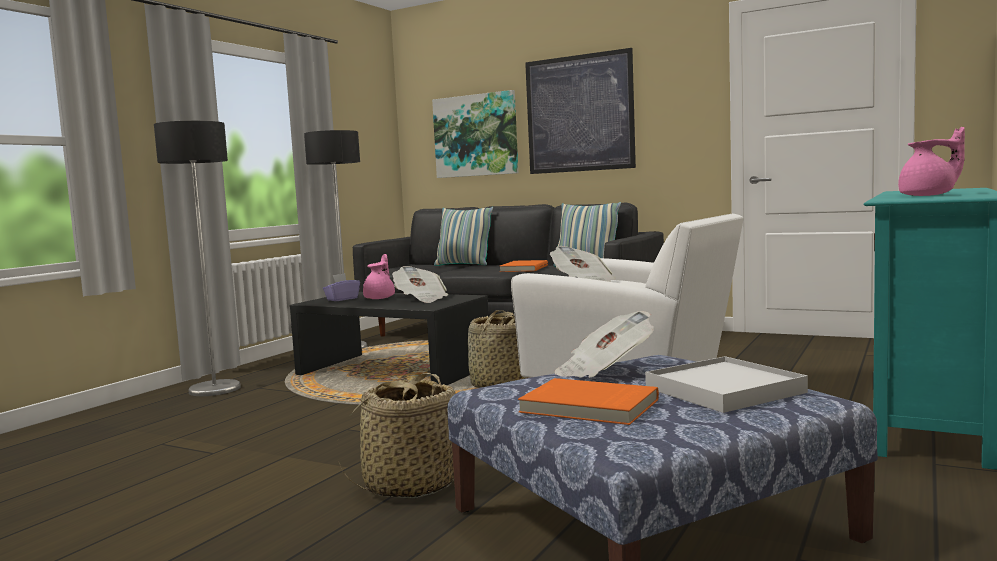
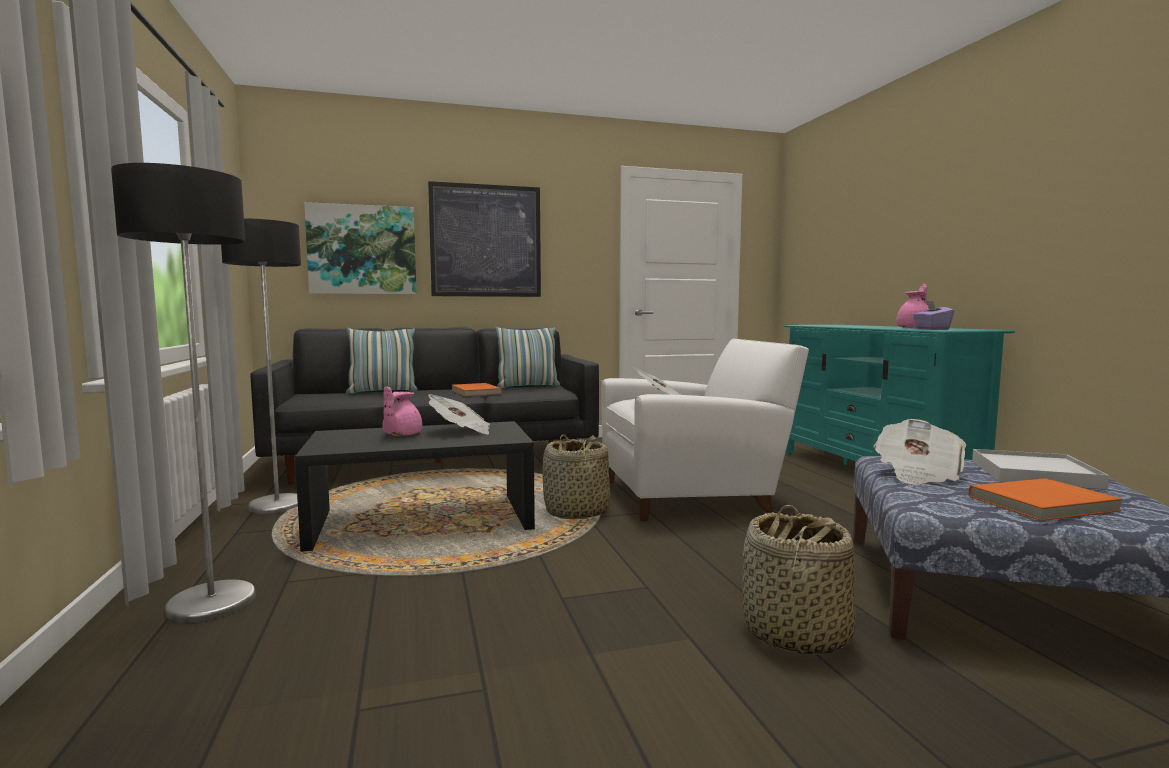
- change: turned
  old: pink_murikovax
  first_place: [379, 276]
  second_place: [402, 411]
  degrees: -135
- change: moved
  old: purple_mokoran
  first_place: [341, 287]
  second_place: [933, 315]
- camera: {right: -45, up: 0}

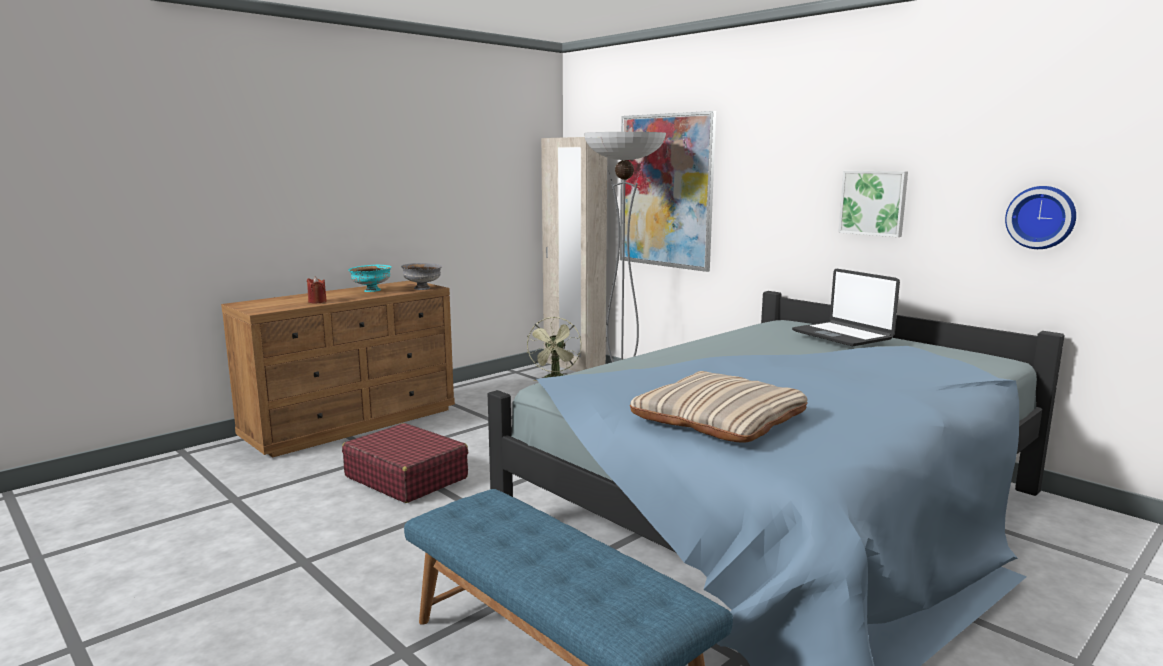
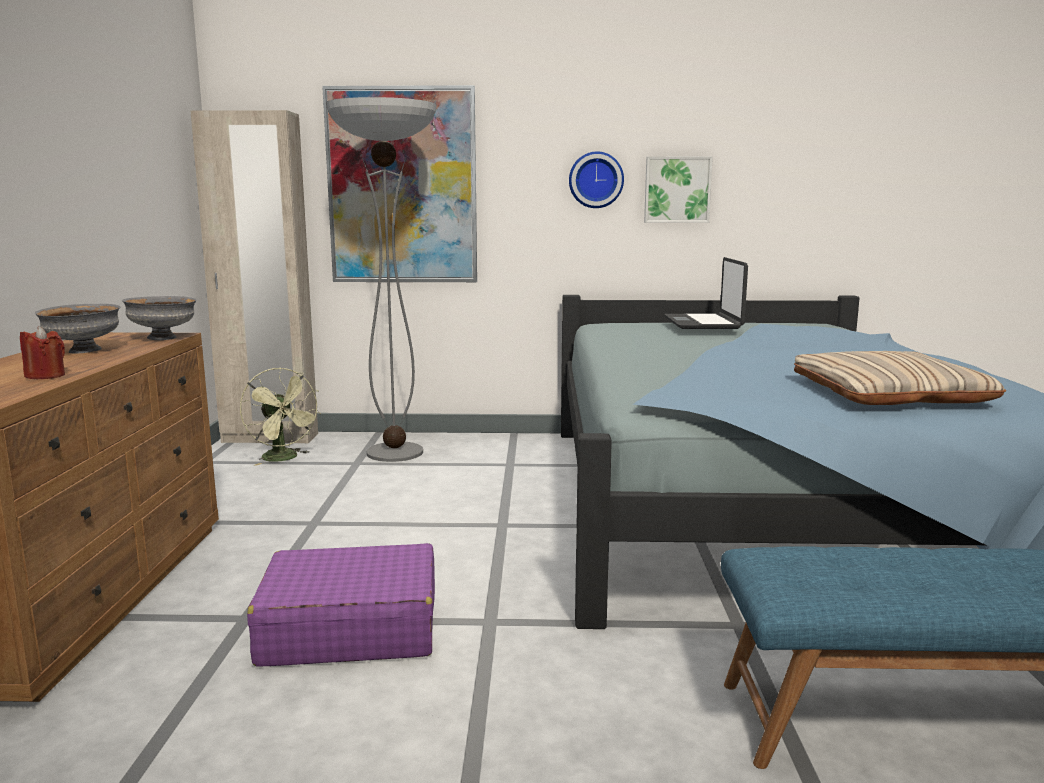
- change: recoloured
  old: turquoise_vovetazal
  new: grey_vovetazal
  first_place: [369, 278]
  second_place: [78, 329]
- change: recoloured
  old: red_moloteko
  new: purple_moloteko
  first_place: [405, 463]
  second_place: [341, 605]
- change: moved
  old: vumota
  first_place: [1040, 217]
  second_place: [596, 179]
- change: turned
  old: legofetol
  first_place: [846, 308]
  second_place: [706, 293]
  degrees: 75
- camera: {right: -45, up: 0}

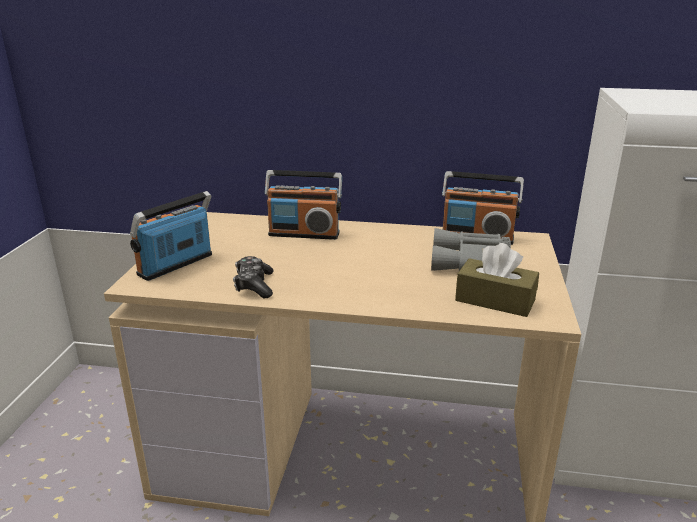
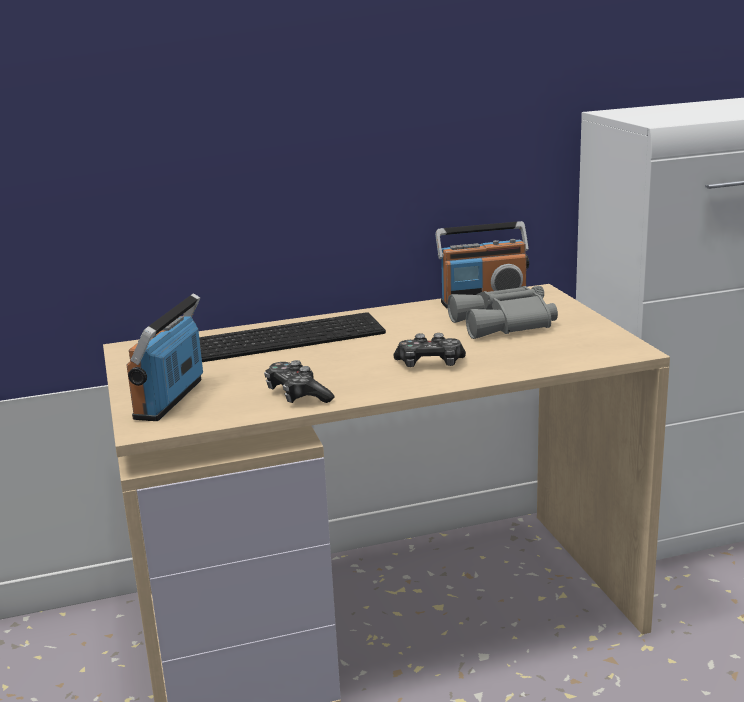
- change: replaced
  old: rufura
  new: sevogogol
  first_place: [303, 205]
  second_place: [292, 337]
- change: added
  new: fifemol
  second_place: [429, 350]
- change: removed
  old: brown_mokoran
  first_place: [497, 280]
- camera: {right: -25, up: -5}

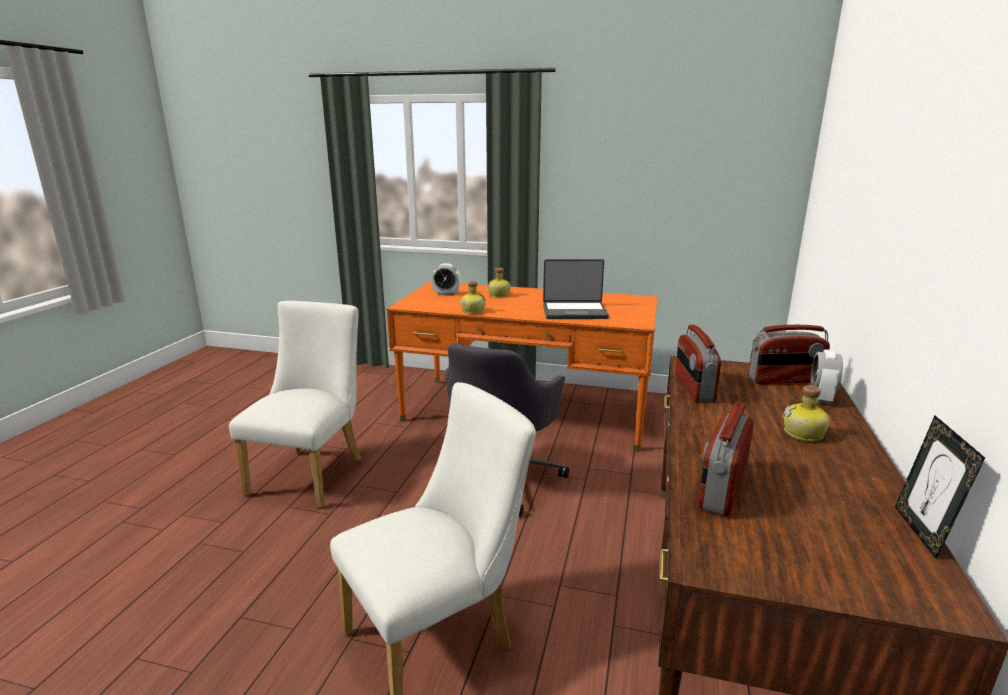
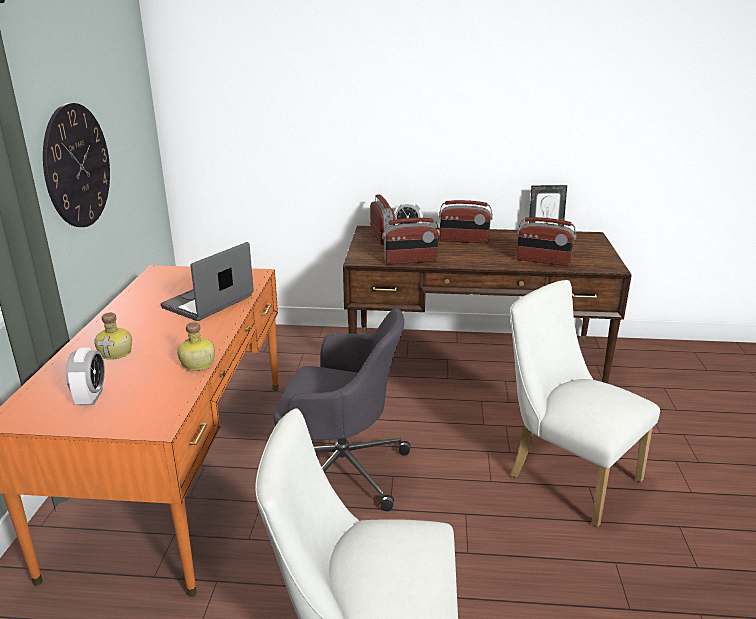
- change: added
  new: vumota
  second_place: [76, 165]
- change: turned
  old: legofetol
  first_place: [576, 289]
  second_place: [207, 281]
  degrees: -135
- change: replaced
  old: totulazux
  new: rufura
  first_place: [806, 413]
  second_place: [466, 221]
- camera: {right: -100, up: 5}

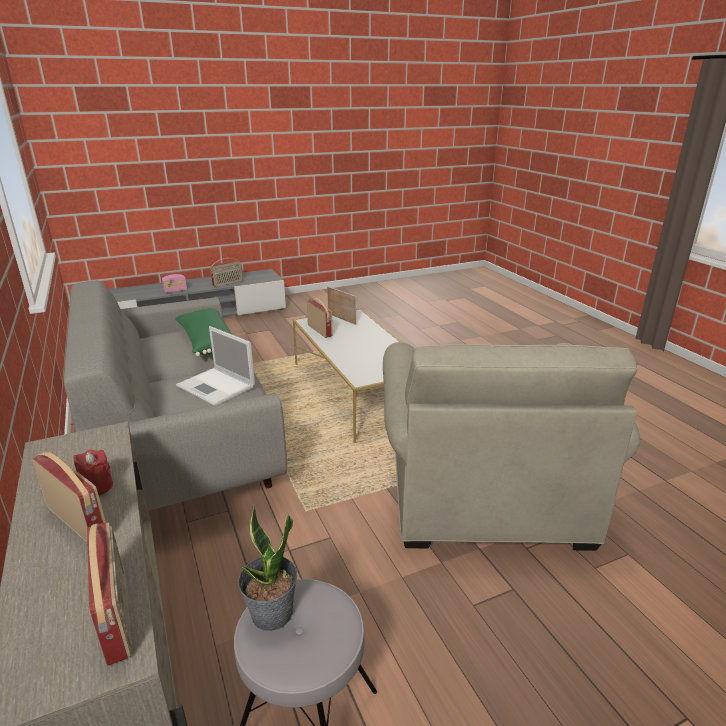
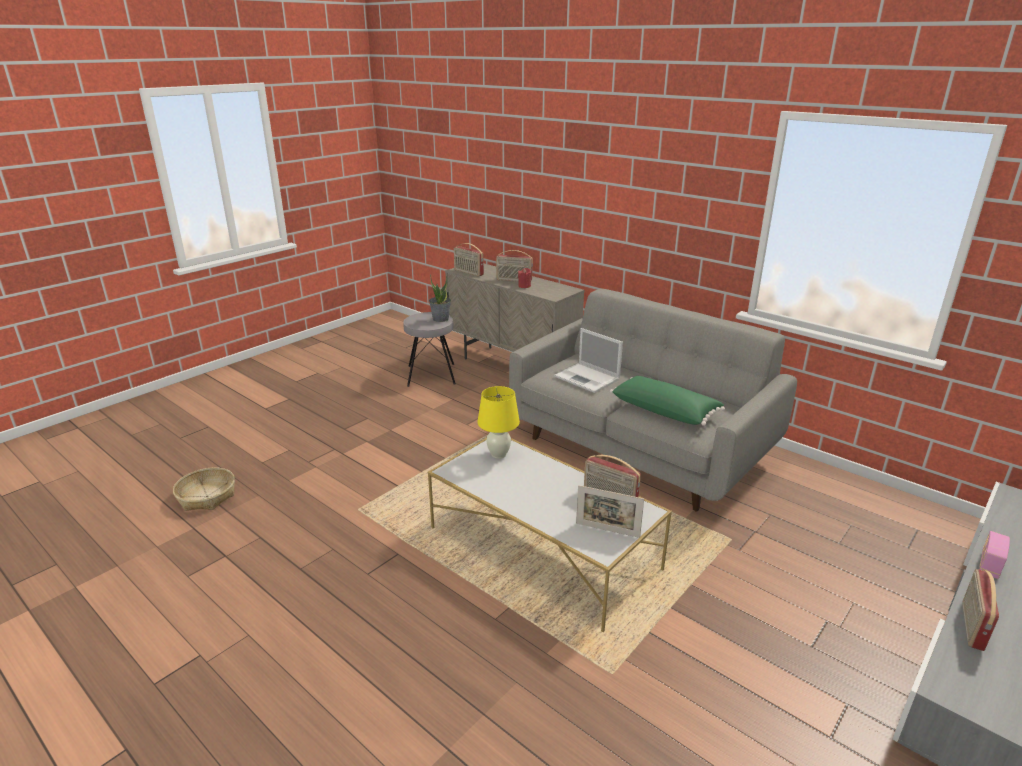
- change: added
  new: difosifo
  second_place: [204, 489]
- change: added
  new: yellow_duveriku
  second_place: [499, 422]
- change: turned
  old: legofetol
  first_place: [215, 365]
  second_place: [588, 360]
  degrees: -150
- change: removed
  old: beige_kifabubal
  first_place: [511, 446]
- camera: {right: 155, up: 0}

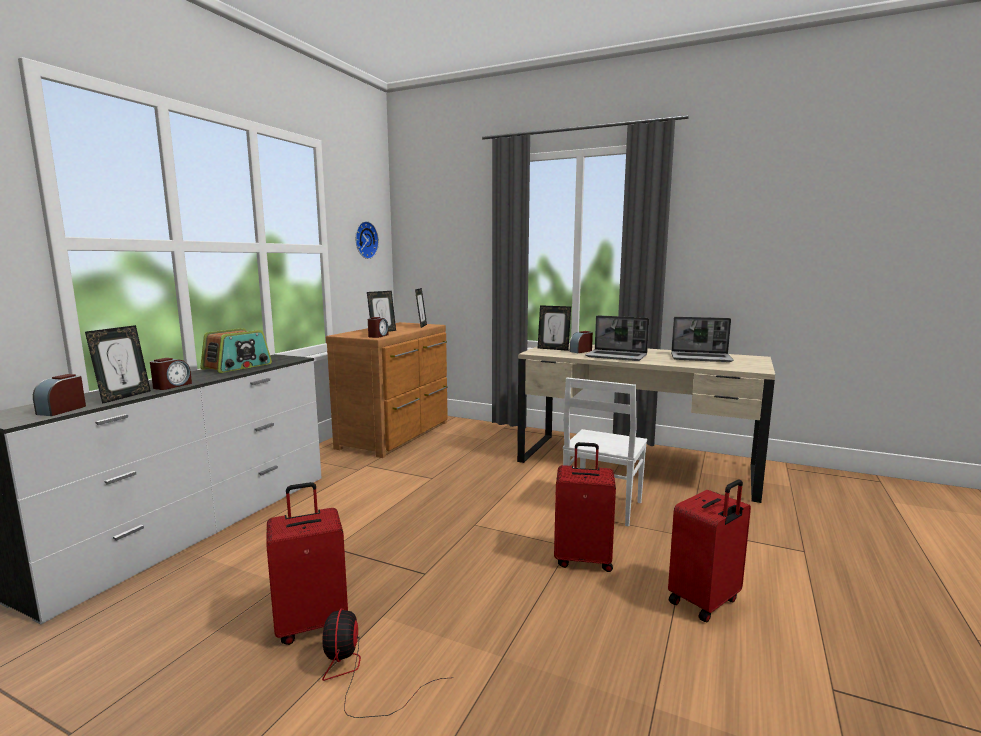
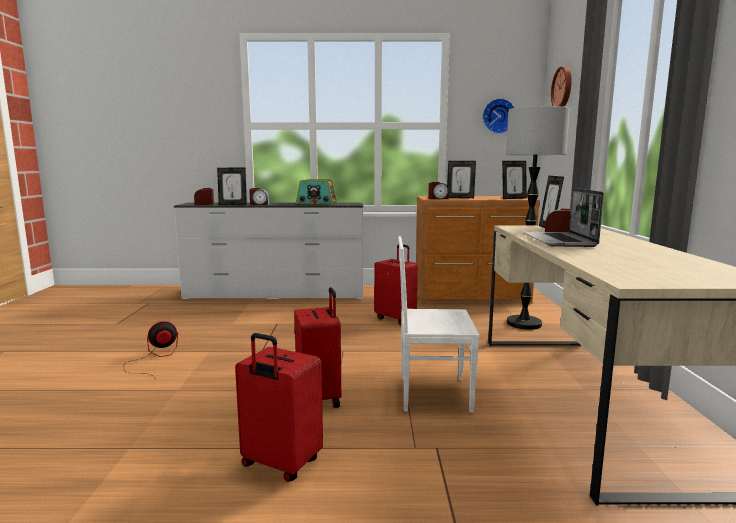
- change: moved
  old: red_moloteko
  first_place: [307, 563]
  second_place: [396, 284]
- change: added
  new: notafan
  second_place: [538, 218]
- change: added
  new: vumota
  second_place: [561, 87]
- change: removed
  old: legofetol
  first_place: [702, 339]
- camera: {right: 65, up: 0}

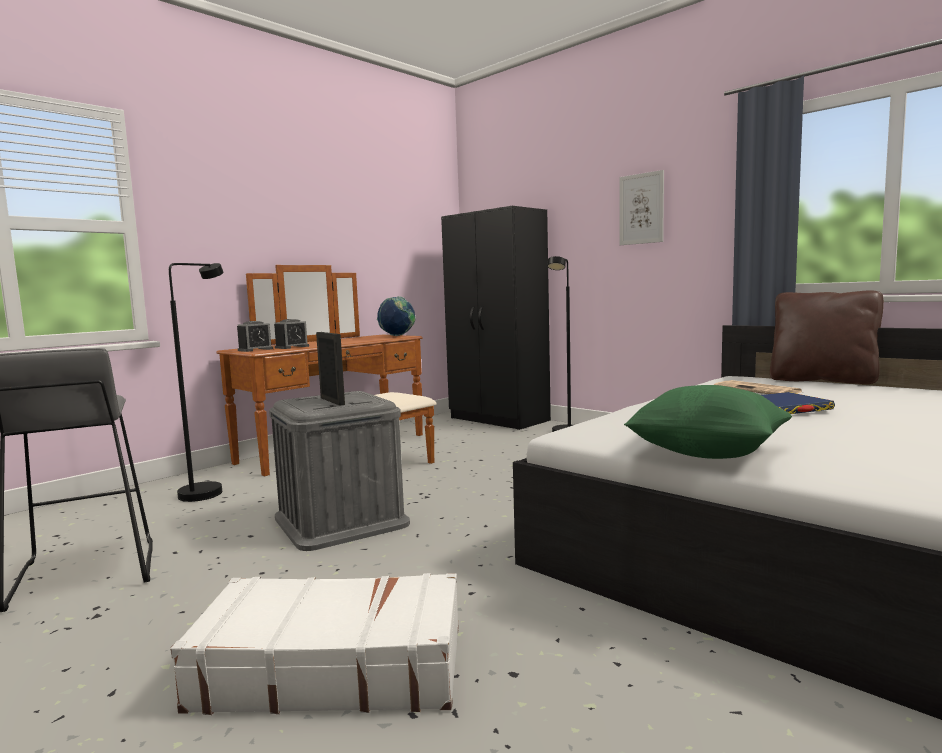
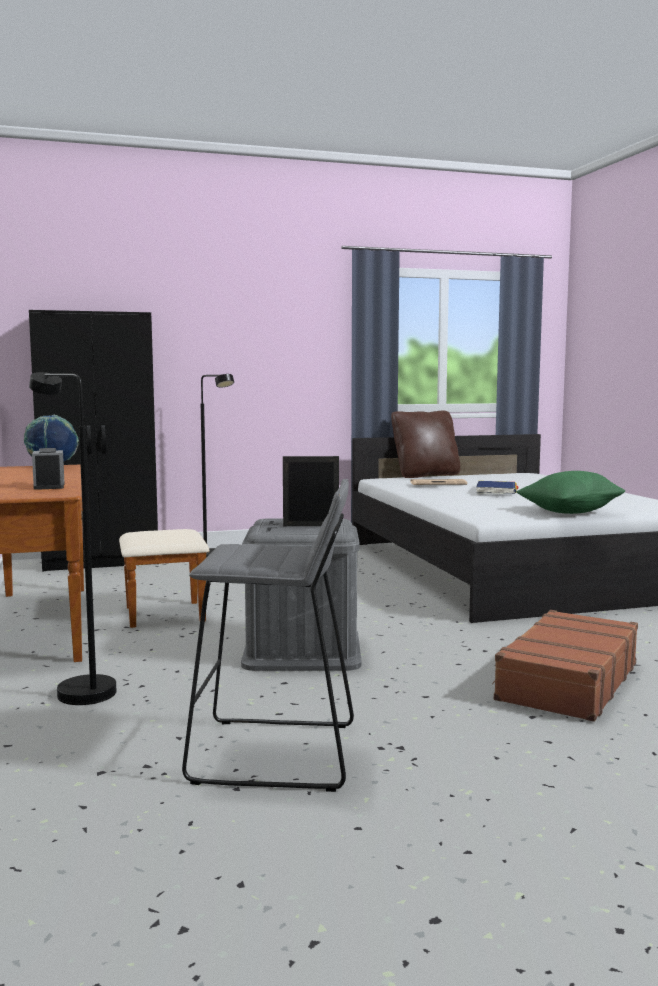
- change: recoloured
  old: white_moloteko
  new: brown_moloteko
  first_place: [315, 644]
  second_place: [565, 666]
- change: removed
  old: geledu
  first_place: [255, 336]
- change: removed
  old: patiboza
  first_place: [641, 207]
- camera: {right: -60, up: 0}

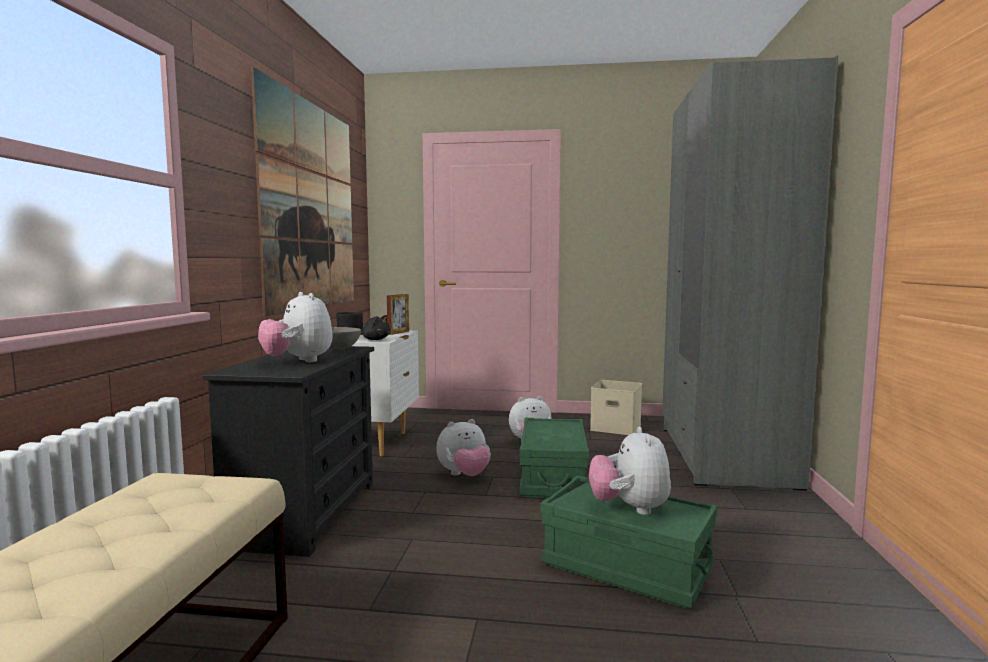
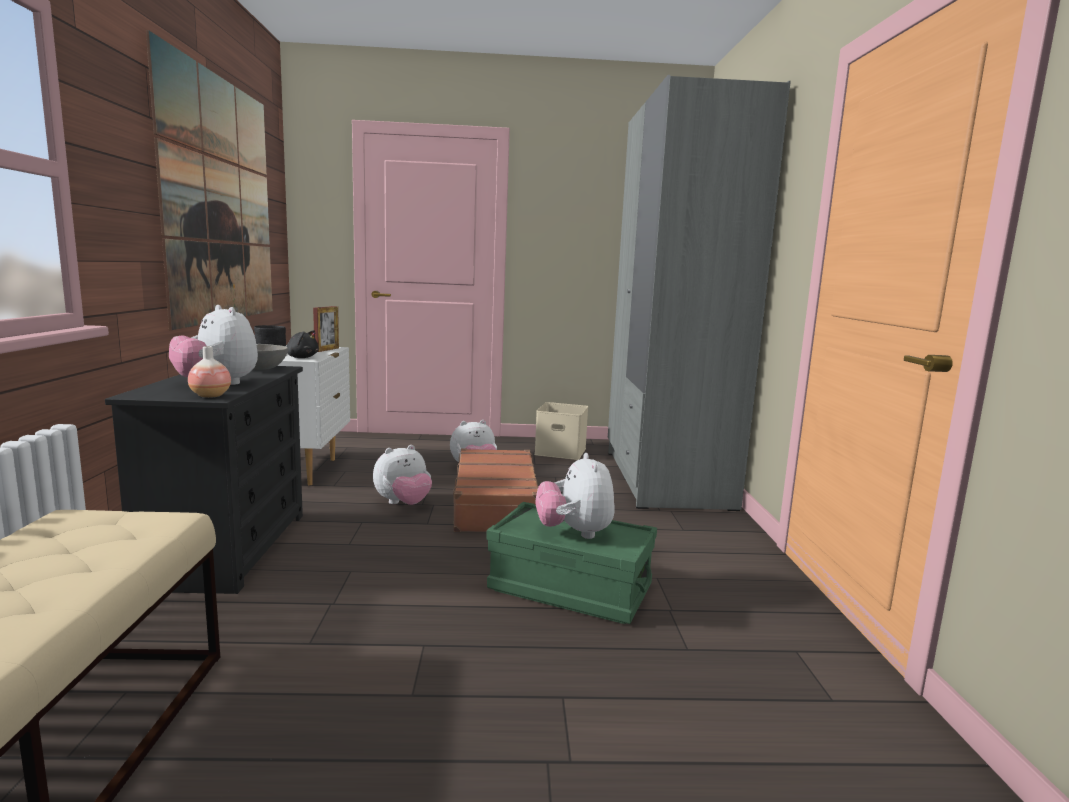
- change: added
  new: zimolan
  second_place: [209, 372]
- change: replaced
  old: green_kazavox
  new: brown_moloteko
  first_place: [554, 458]
  second_place: [495, 490]
- camera: {right: -10, up: 5}

